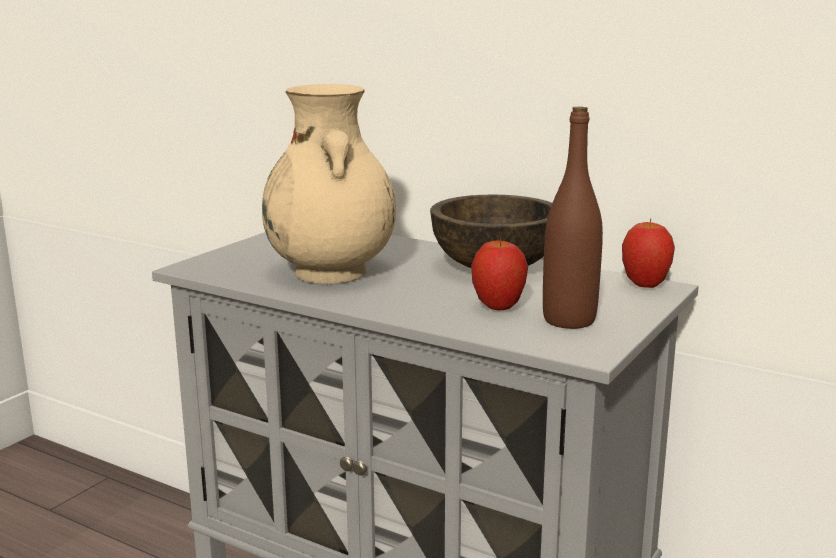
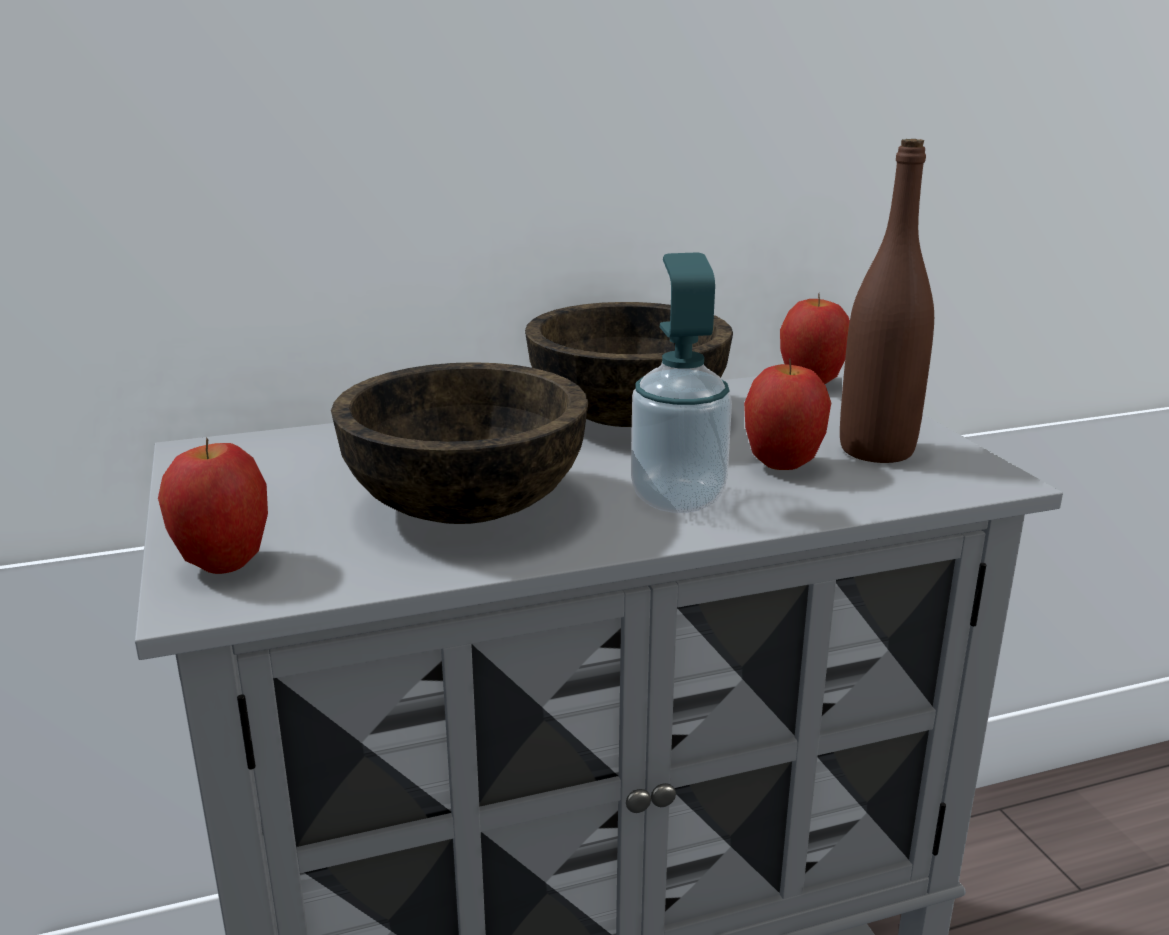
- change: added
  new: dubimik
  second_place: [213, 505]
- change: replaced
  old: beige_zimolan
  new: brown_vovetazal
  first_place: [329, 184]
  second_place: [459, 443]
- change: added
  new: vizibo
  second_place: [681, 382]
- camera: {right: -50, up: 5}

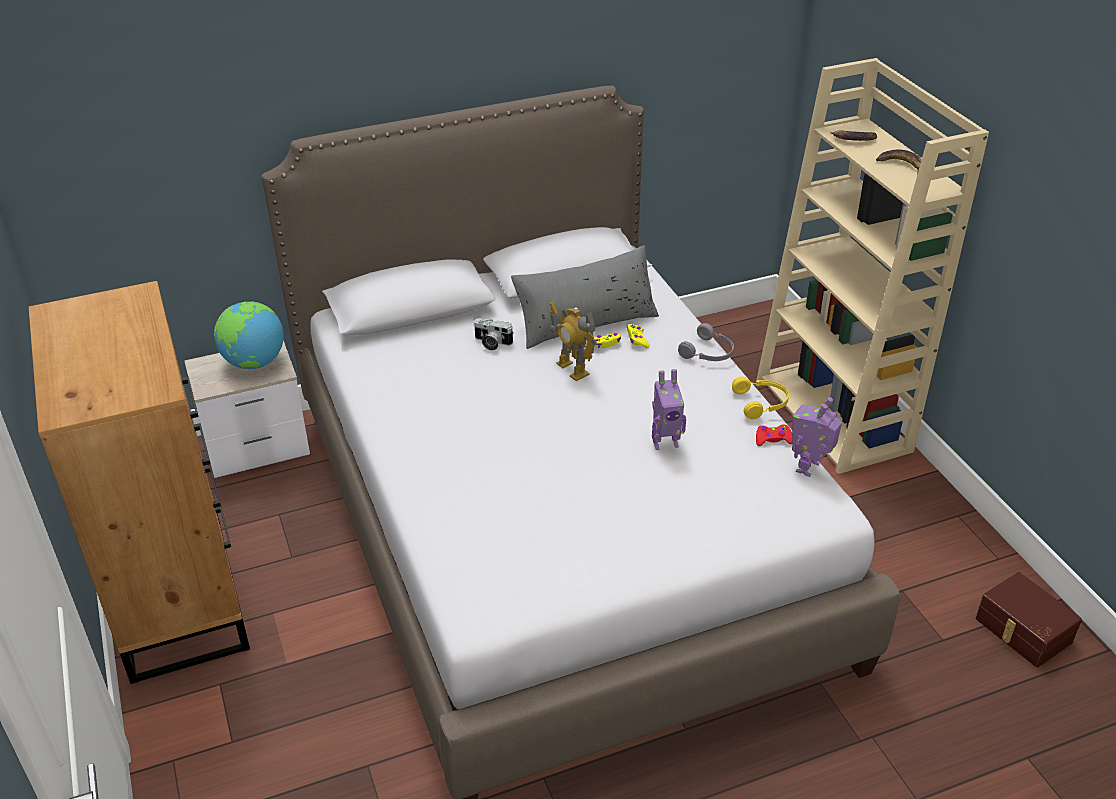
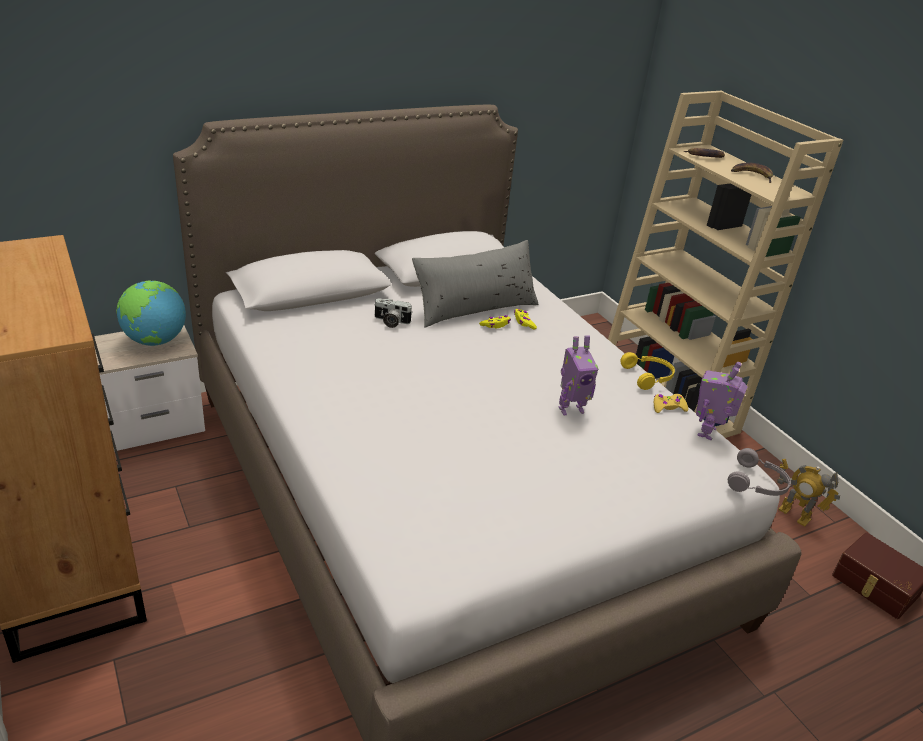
- change: recoloured
  old: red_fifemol
  new: yellow_fifemol
  first_place: [774, 435]
  second_place: [671, 403]
- change: moved
  old: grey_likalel
  first_place: [706, 342]
  second_place: [759, 472]
- change: moved
  old: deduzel
  first_place: [573, 341]
  second_place: [808, 492]
- camera: {right: -10, up: -5}

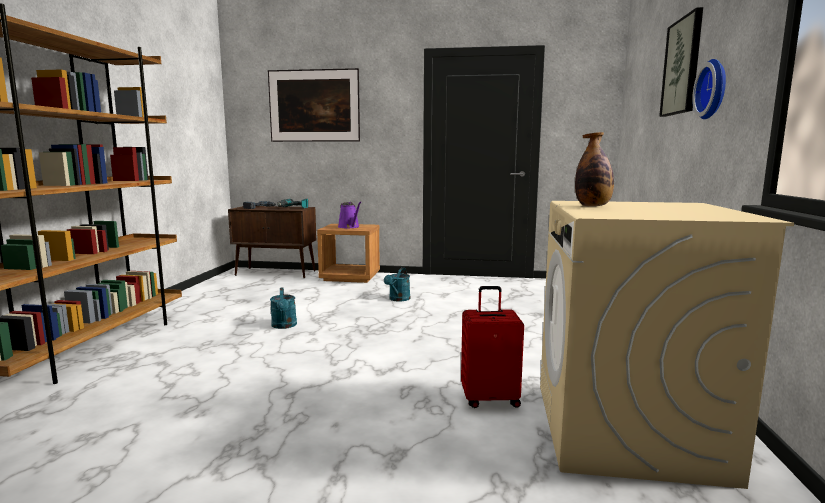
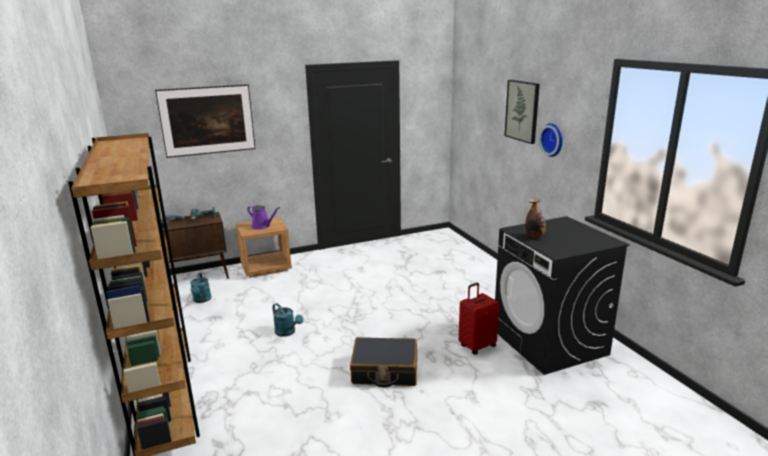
- change: moved
  old: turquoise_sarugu
  first_place: [397, 284]
  second_place: [200, 288]
- change: added
  new: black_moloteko
  second_place: [383, 362]
- change: recoloured
  old: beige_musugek
  new: black_musugek
  first_place: [667, 345]
  second_place: [562, 295]
- camera: {right: -30, up: 10}

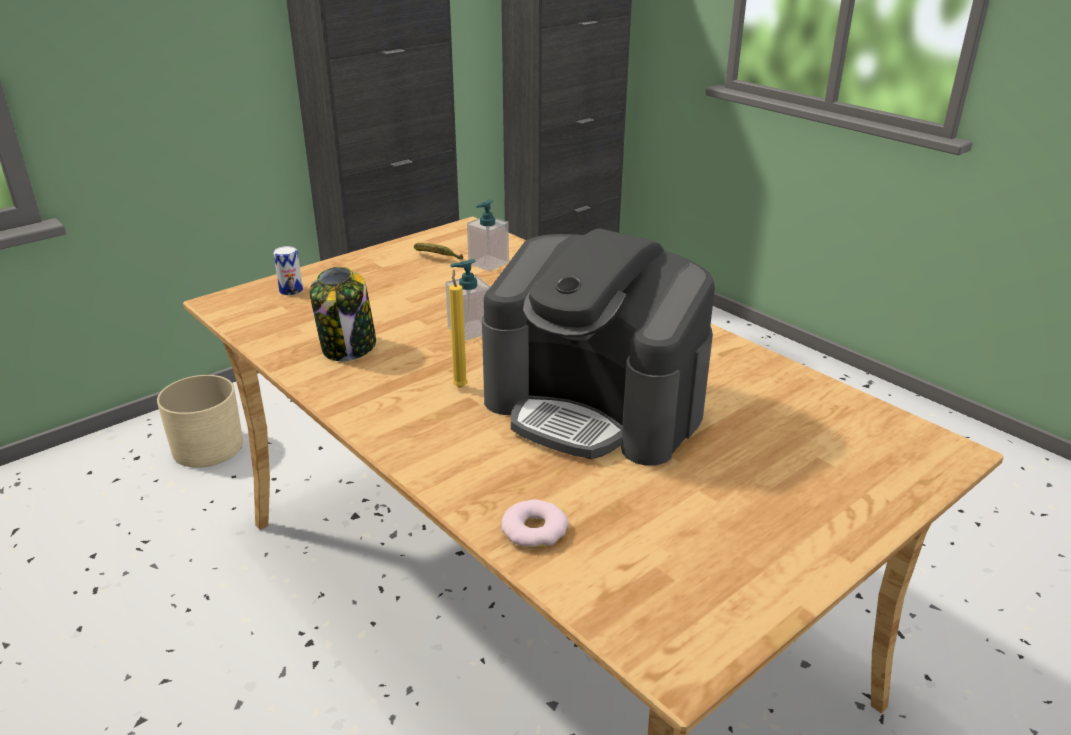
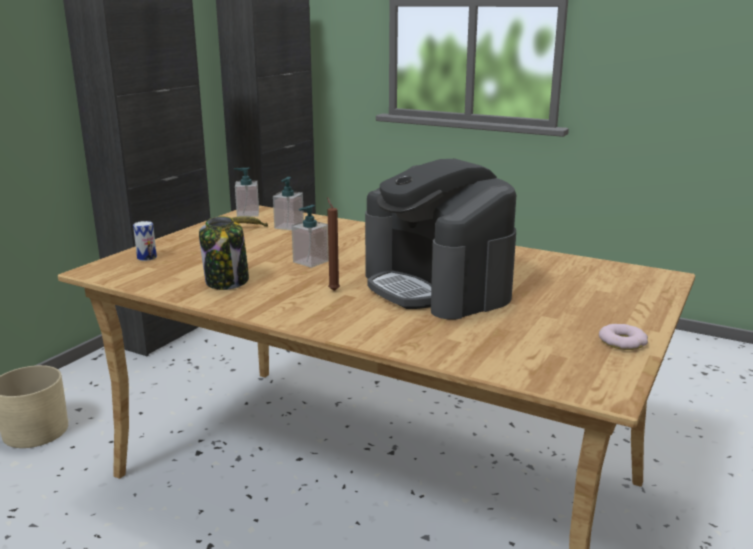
- change: added
  new: vizibo
  second_place: [246, 192]
- change: recoloured
  old: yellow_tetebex
  new: brown_tetebex
  first_place: [458, 329]
  second_place: [333, 244]
- change: turned
  old: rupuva
  first_place: [598, 347]
  second_place: [440, 239]
  degrees: 45
- change: moved
  old: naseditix
  first_place: [534, 524]
  second_place: [623, 337]
- camera: {right: -20, up: -10}

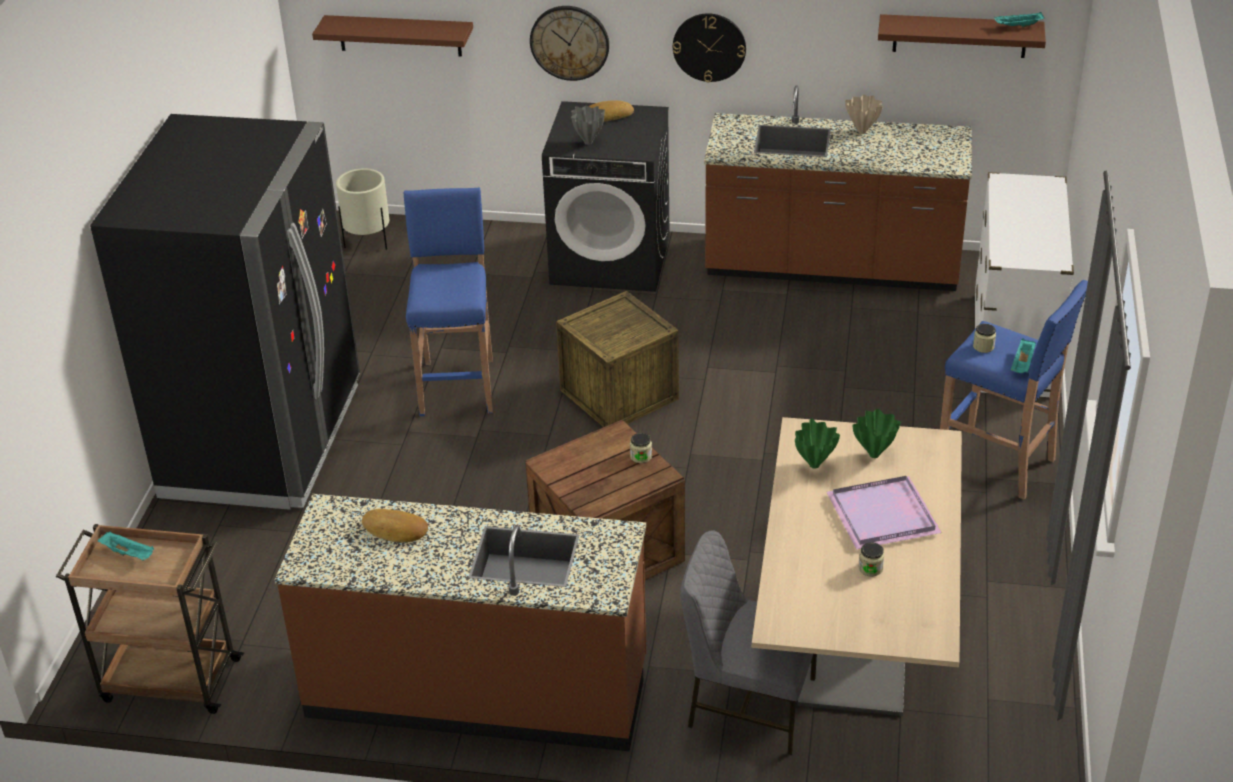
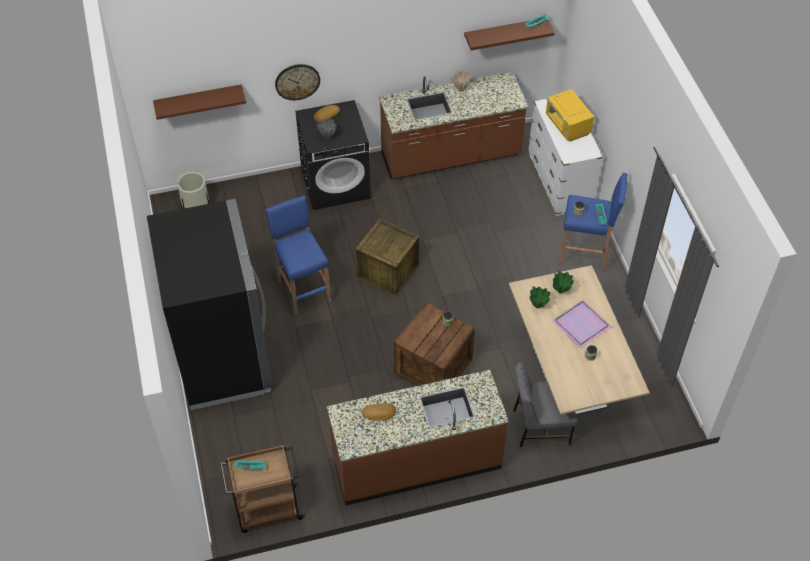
- change: added
  new: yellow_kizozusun
  second_place: [570, 115]
- change: removed
  old: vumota
  first_place: [709, 47]
- camera: {right: -25, up: 15}

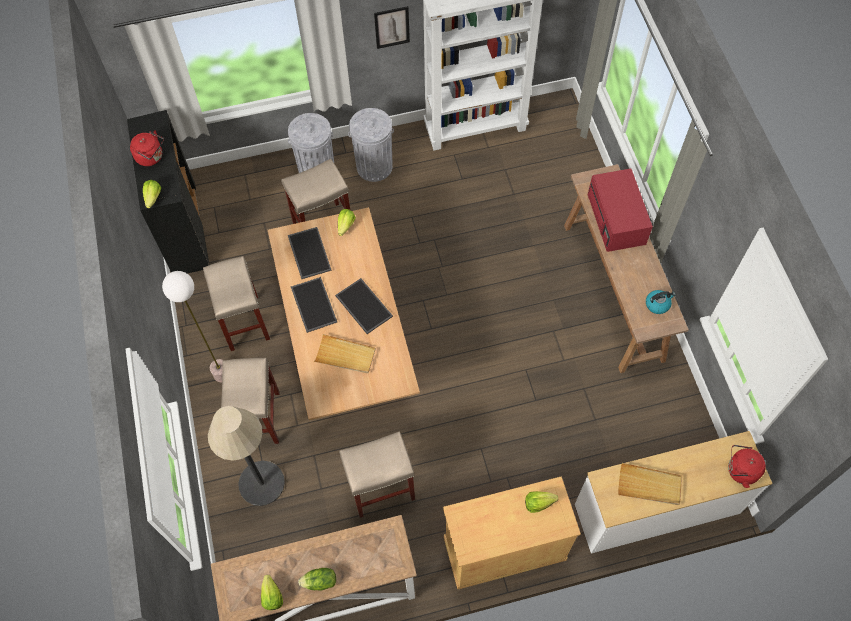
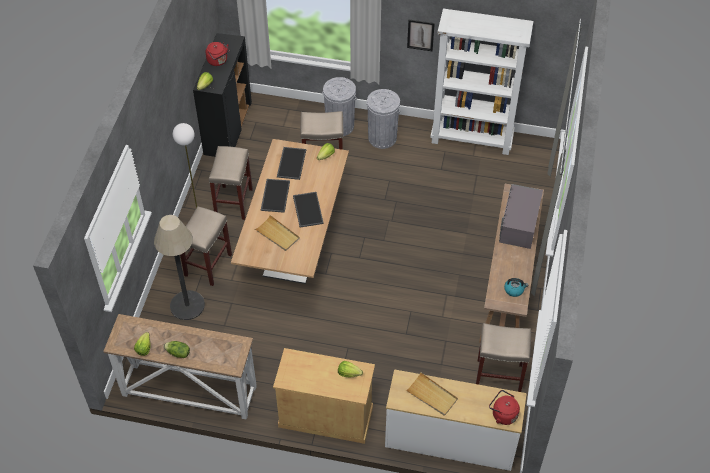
- change: moved
  old: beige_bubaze
  first_place: [377, 474]
  second_place: [503, 357]
- change: recoloured
  old: red_kizozusun
  new: grey_kizozusun
  first_place: [620, 210]
  second_place: [521, 216]
- camera: {right: 25, up: -10}

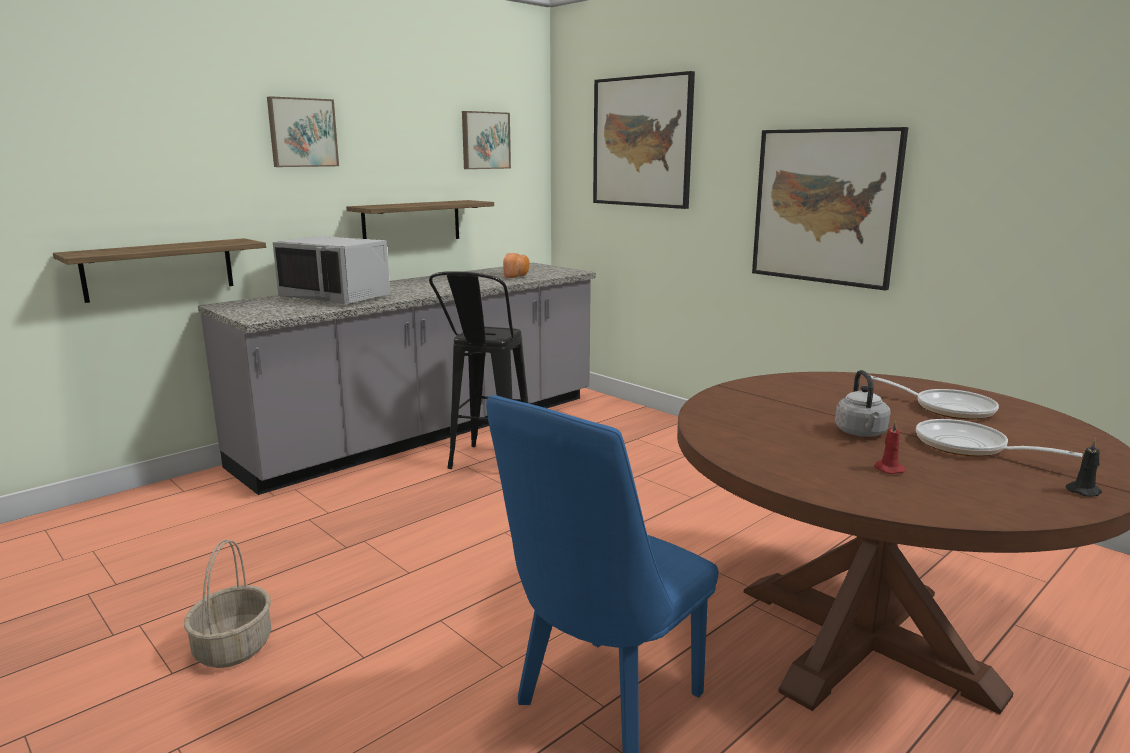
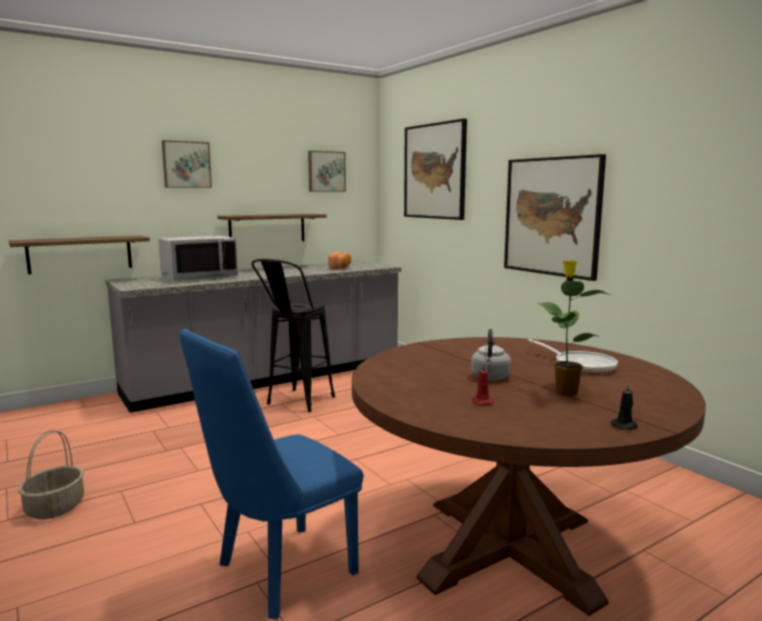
- change: turned
  old: grey_kizozusun
  first_place: [331, 270]
  second_place: [198, 258]
  degrees: -75
- change: replaced
  old: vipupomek
  new: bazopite
  first_place: [999, 438]
  second_place: [573, 328]
- camera: {right: 10, up: -5}

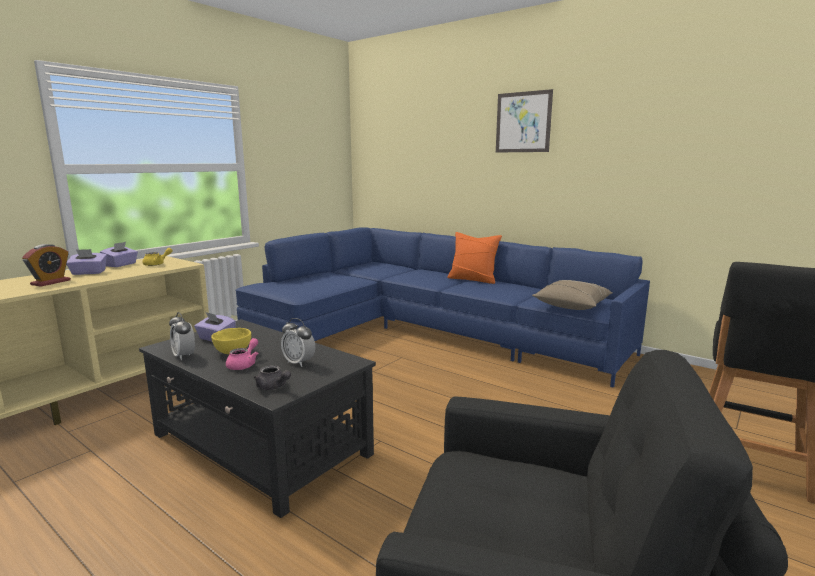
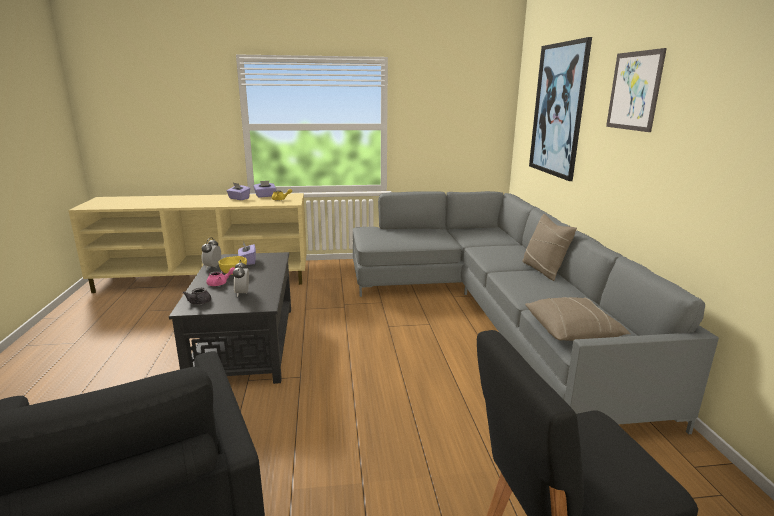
- change: recoloured
  old: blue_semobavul
  new: grey_semobavul
  first_place: [442, 307]
  second_place: [535, 312]
- change: recoloured
  old: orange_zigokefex
  new: beige_zigokefex
  first_place: [474, 258]
  second_place: [549, 247]
- change: added
  new: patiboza
  second_place: [560, 109]
- change: removed
  old: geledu
  first_place: [46, 265]
- camera: {right: 45, up: 5}

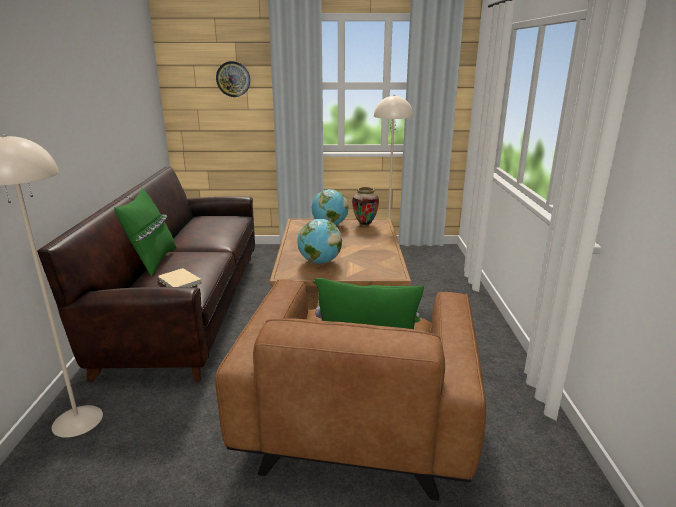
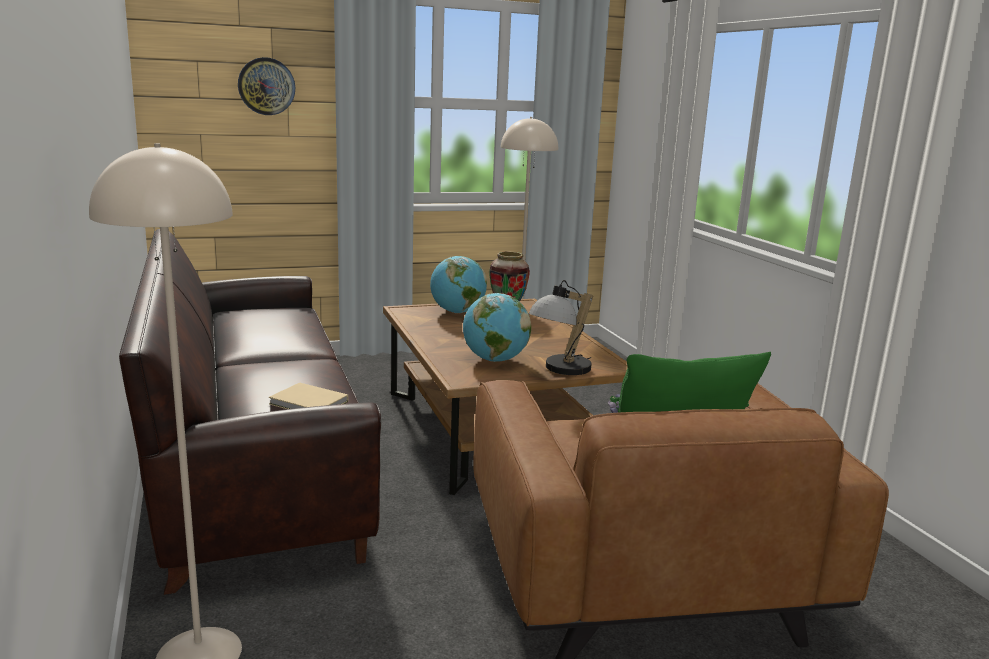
- change: added
  new: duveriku
  second_place: [560, 327]
- change: removed
  old: green_zigokefex
  first_place: [145, 232]
- camera: {right: -20, up: -5}

